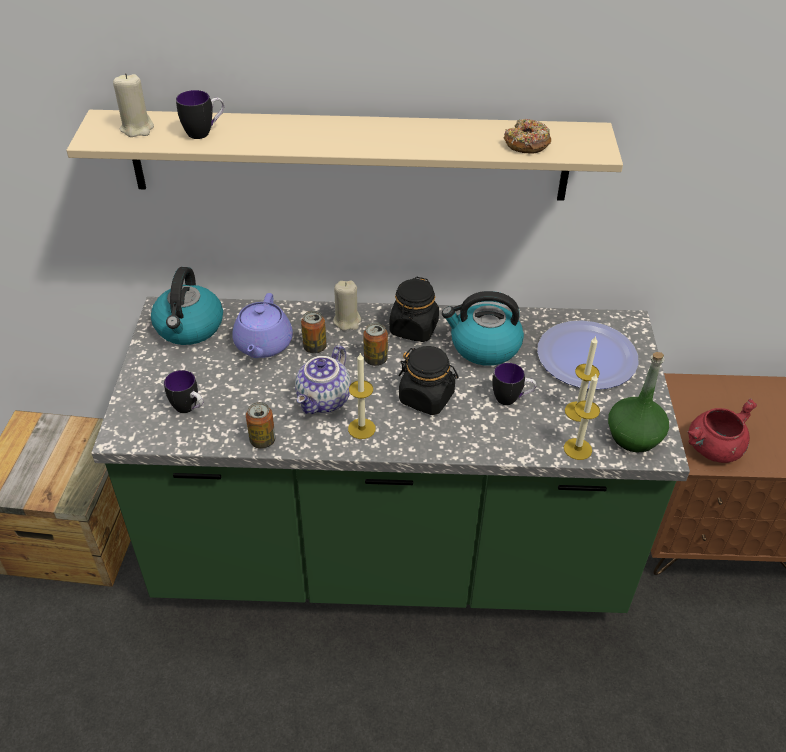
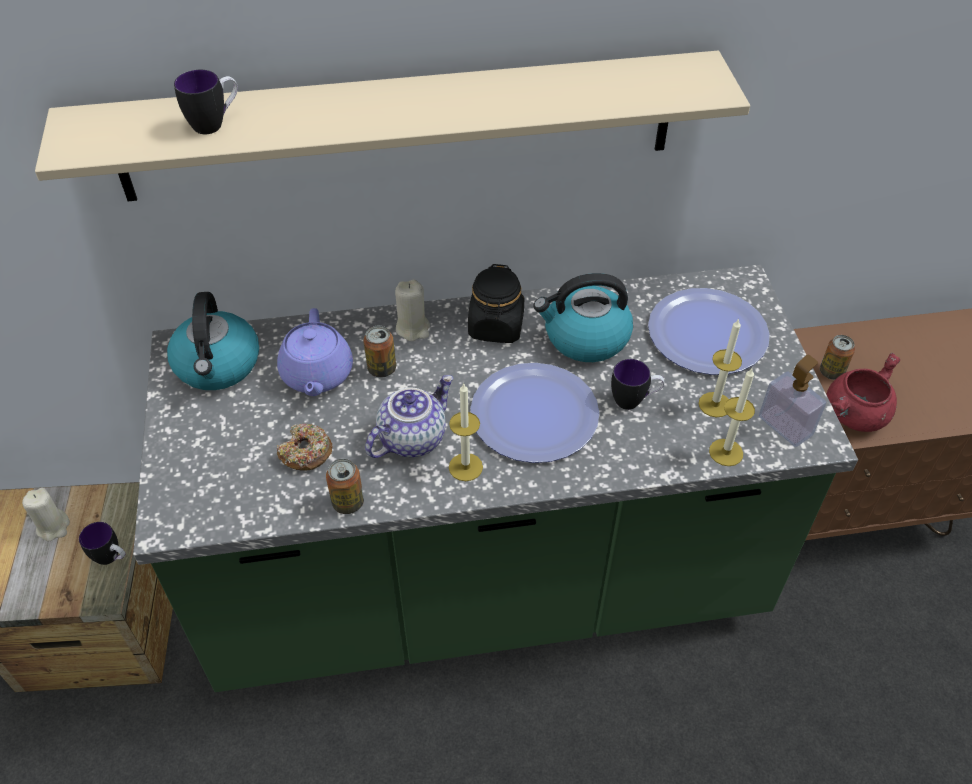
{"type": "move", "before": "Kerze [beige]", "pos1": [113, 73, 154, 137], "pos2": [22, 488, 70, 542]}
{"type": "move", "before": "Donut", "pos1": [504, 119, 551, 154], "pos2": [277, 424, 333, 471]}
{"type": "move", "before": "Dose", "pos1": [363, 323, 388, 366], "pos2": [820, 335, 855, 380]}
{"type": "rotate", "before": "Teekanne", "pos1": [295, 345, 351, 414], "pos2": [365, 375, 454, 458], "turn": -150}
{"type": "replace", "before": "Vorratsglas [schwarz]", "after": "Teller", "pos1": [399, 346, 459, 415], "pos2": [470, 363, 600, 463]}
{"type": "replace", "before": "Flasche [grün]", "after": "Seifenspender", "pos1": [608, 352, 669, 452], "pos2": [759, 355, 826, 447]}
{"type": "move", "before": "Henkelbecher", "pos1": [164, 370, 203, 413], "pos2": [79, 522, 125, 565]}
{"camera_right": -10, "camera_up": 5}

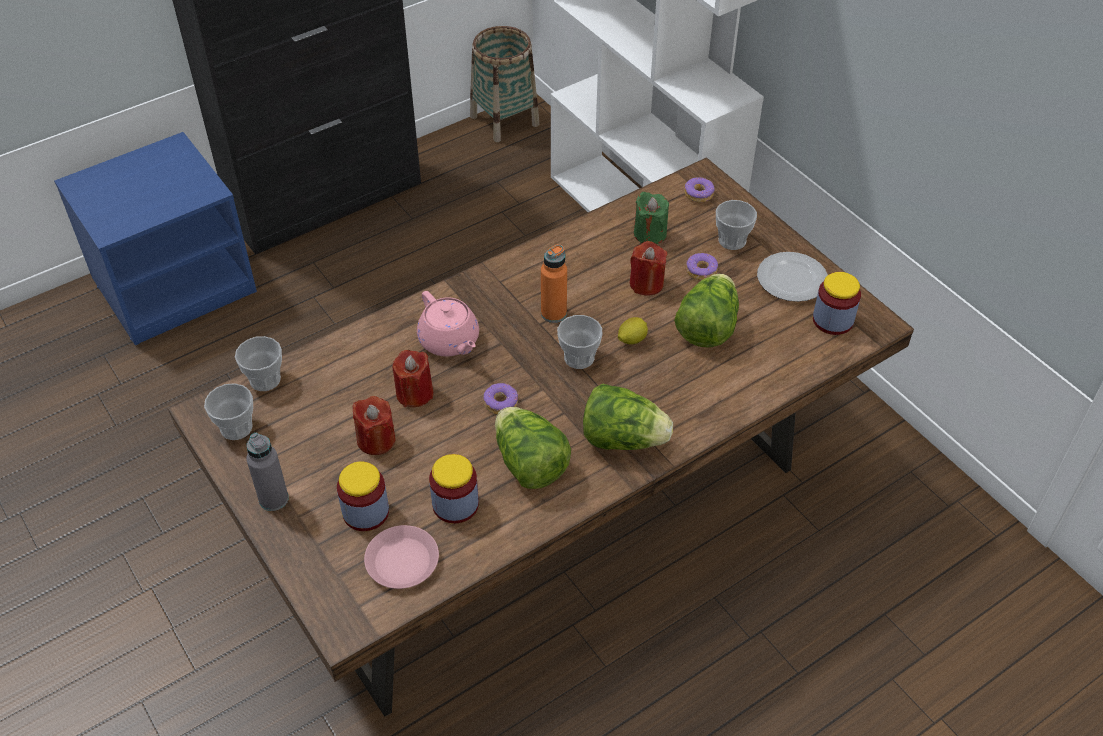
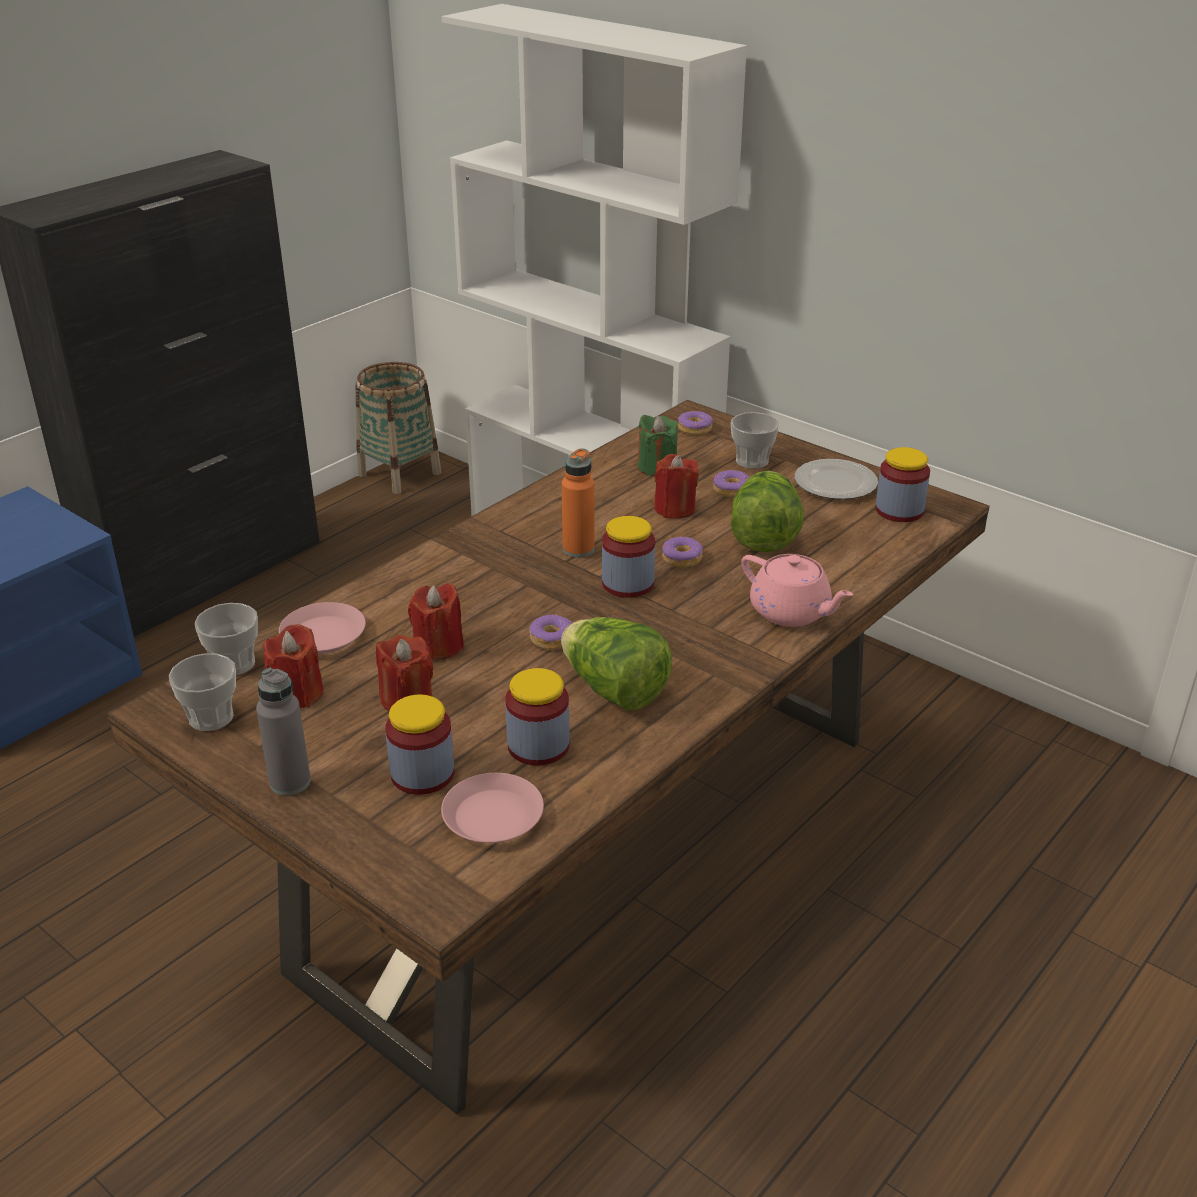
{"type": "move", "before": "Teekanne [rosa]", "pos1": [417, 291, 479, 357], "pos2": [741, 554, 854, 627]}
{"type": "replace", "before": "Tasse", "after": "Vorratsglas", "pos1": [557, 315, 603, 369], "pos2": [602, 516, 655, 598]}
{"type": "replace", "before": "Zitrone", "after": "Donut", "pos1": [618, 317, 648, 345], "pos2": [662, 537, 703, 568]}
{"type": "delete", "before": "Salatkopf", "pos1": [583, 383, 673, 450]}
{"type": "insert", "after": "Teller [rosa]", "pos2": [279, 602, 366, 654]}
{"type": "insert", "after": "Kerze [rot]", "pos2": [263, 624, 324, 708]}
{"camera_right": -15, "camera_up": -15}

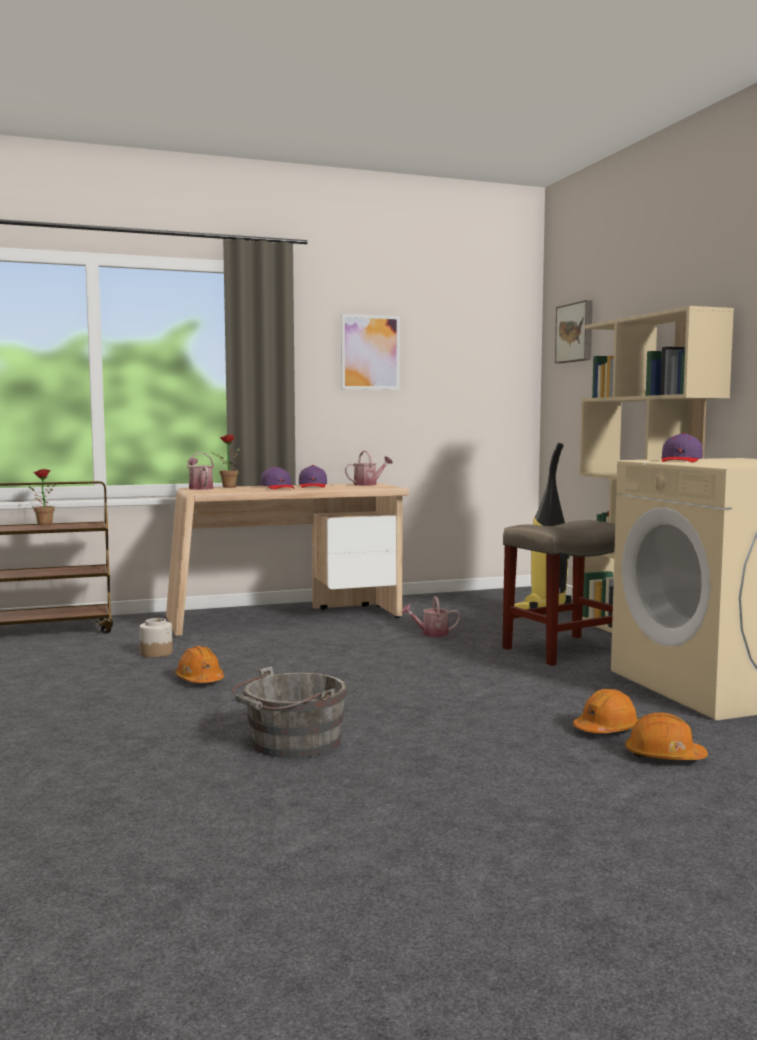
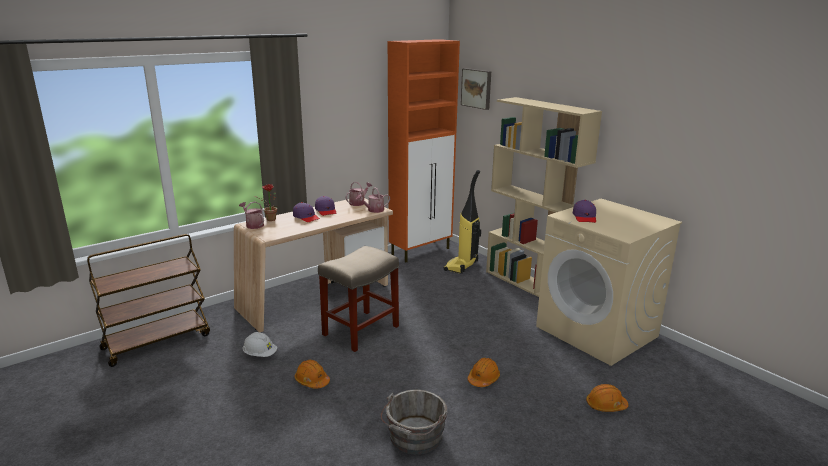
{"type": "delete", "before": "Bild", "pos1": [341, 314, 400, 390]}
{"type": "delete", "before": "Topfpflanze", "pos1": [29, 469, 57, 525]}
{"type": "move", "before": "Hocker [beige]", "pos1": [502, 520, 615, 666], "pos2": [318, 246, 399, 352]}
{"type": "move", "before": "Gießkanne", "pos1": [401, 596, 460, 637], "pos2": [356, 187, 390, 213]}
{"type": "replace", "before": "Vorratsglas", "after": "Schutzhelm [weiß]", "pos1": [140, 618, 173, 658], "pos2": [242, 332, 277, 357]}
{"type": "move", "before": "Schutzhelm [orange]", "pos1": [573, 689, 639, 733], "pos2": [468, 358, 500, 387]}
{"type": "insert", "after": "Schrank [orange]", "pos2": [388, 39, 460, 262]}
{"camera_right": -20, "camera_up": 15}

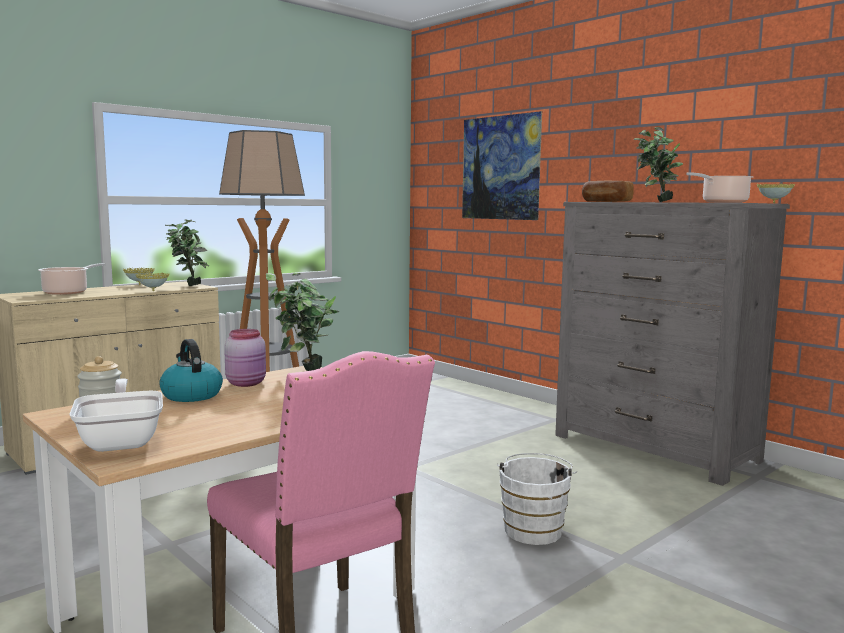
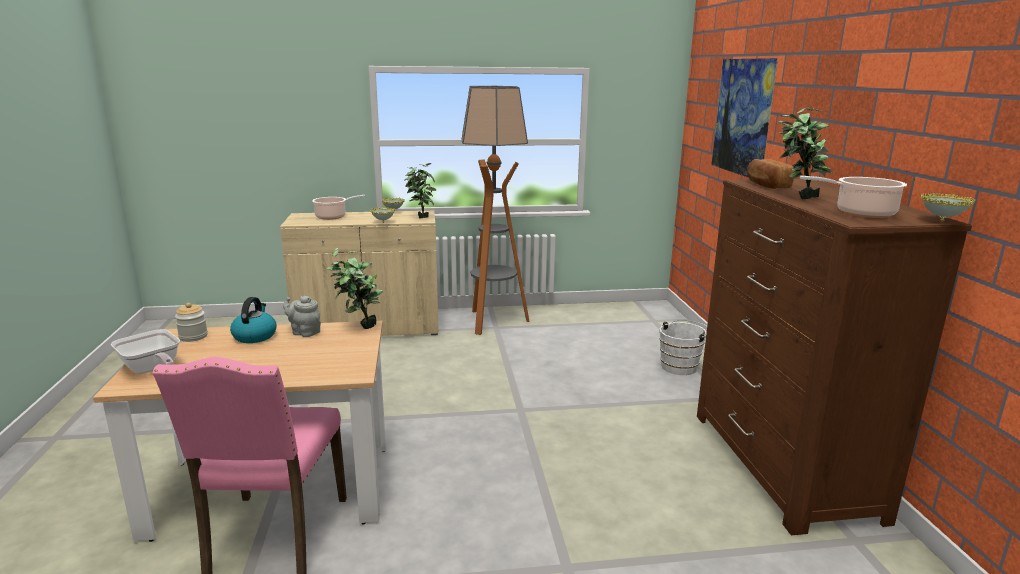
{"type": "recolor", "before": "Kommode [grau]", "after": "Kommode [braun]", "pos1": [555, 202, 790, 486], "pos2": [697, 179, 972, 535]}
{"type": "replace", "before": "Vorratsglas [rosa]", "after": "Teekanne [grau]", "pos1": [224, 329, 266, 387], "pos2": [283, 296, 321, 337]}
{"type": "rotate", "before": "Pfanne", "pos1": [69, 378, 163, 452], "pos2": [111, 329, 180, 374], "turn": 120}
{"type": "move", "before": "Eimer [weiß]", "pos1": [497, 453, 578, 545], "pos2": [659, 320, 707, 375]}
{"camera_right": 35, "camera_up": 10}

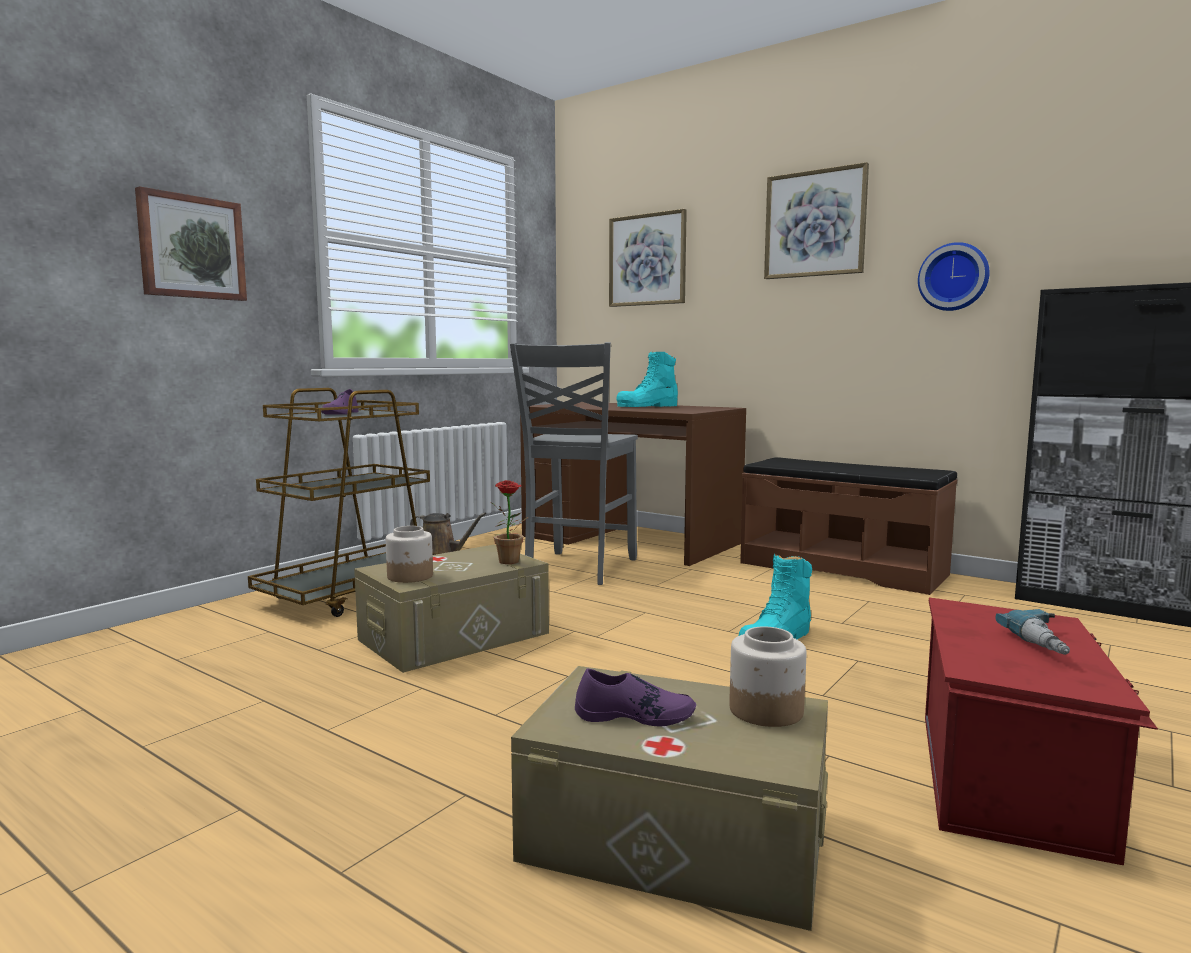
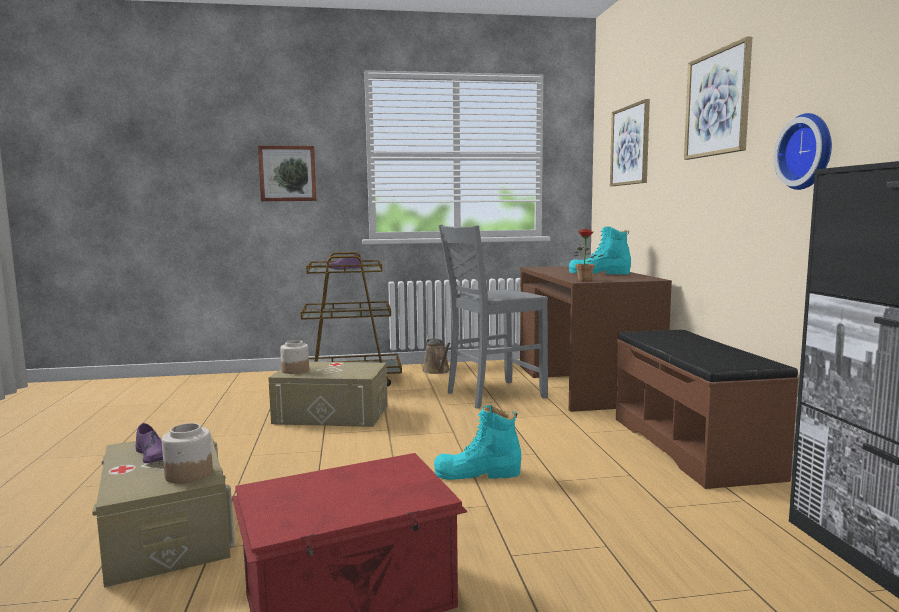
{"type": "move", "before": "Topfpflanze", "pos1": [492, 480, 529, 564], "pos2": [574, 229, 603, 282]}
{"type": "delete", "before": "Bohrmaschine", "pos1": [996, 609, 1070, 655]}
{"camera_right": 45, "camera_up": 0}

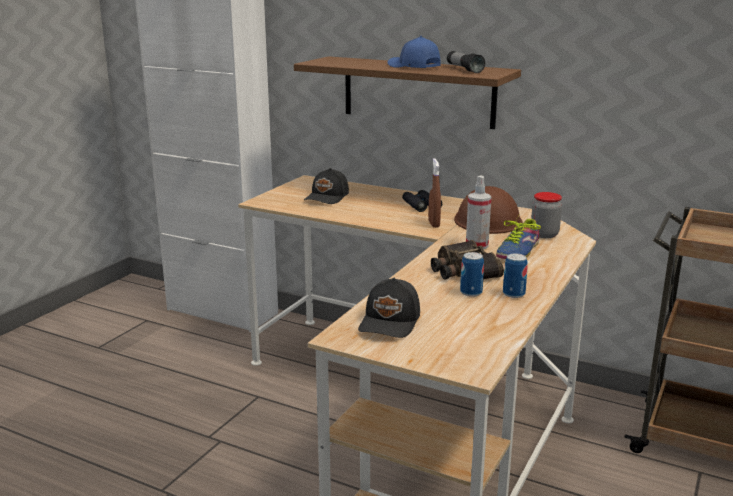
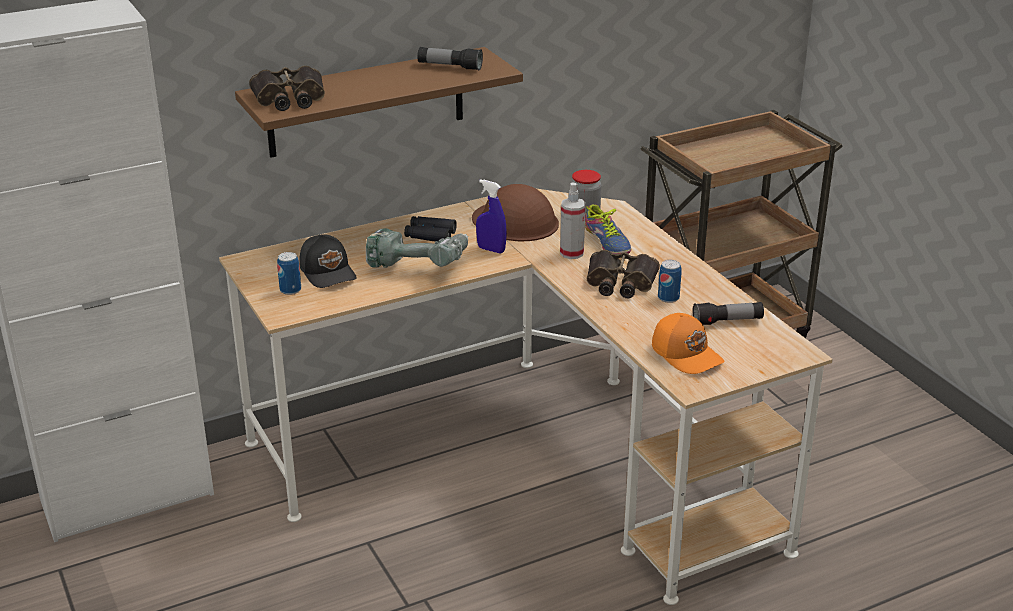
{"type": "delete", "before": "Kappe [blau]", "pos1": [387, 36, 441, 68]}
{"type": "recolor", "before": "Sprühflasche [braun]", "after": "Sprühflasche [blau]", "pos1": [428, 158, 441, 228], "pos2": [476, 179, 507, 253]}
{"type": "move", "before": "Dose", "pos1": [503, 253, 528, 298], "pos2": [277, 252, 301, 295]}
{"type": "recolor", "before": "Kappe [schwarz]", "after": "Kappe [orange]", "pos1": [358, 278, 420, 338], "pos2": [652, 313, 725, 374]}
{"type": "insert", "after": "Fernglas", "pos2": [249, 66, 325, 111]}
{"type": "insert", "after": "Bohrmaschine", "pos2": [366, 228, 468, 268]}
{"type": "insert", "after": "Taschenlampe", "pos2": [693, 302, 764, 325]}
{"camera_right": -55, "camera_up": 10}

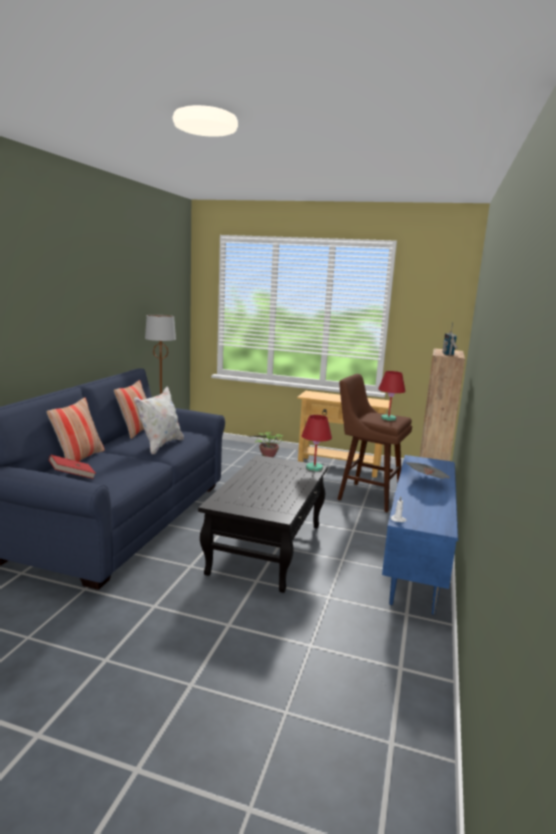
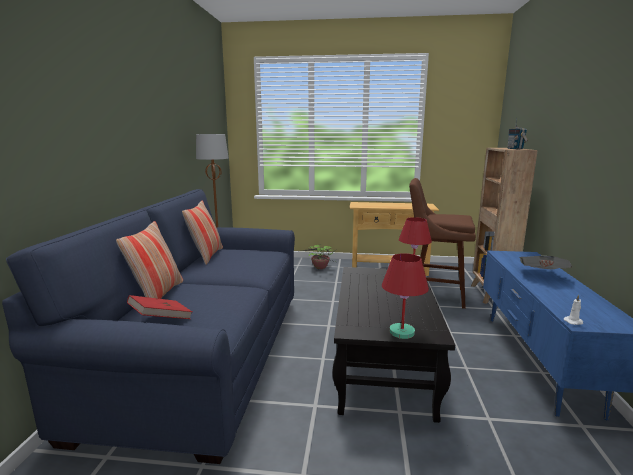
{"type": "move", "before": "Tischlampe [rot]", "pos1": [378, 371, 406, 421], "pos2": [382, 253, 429, 339]}
{"type": "delete", "before": "Kissen [weiß]", "pos1": [134, 386, 184, 454]}
{"camera_right": -10, "camera_up": 0}

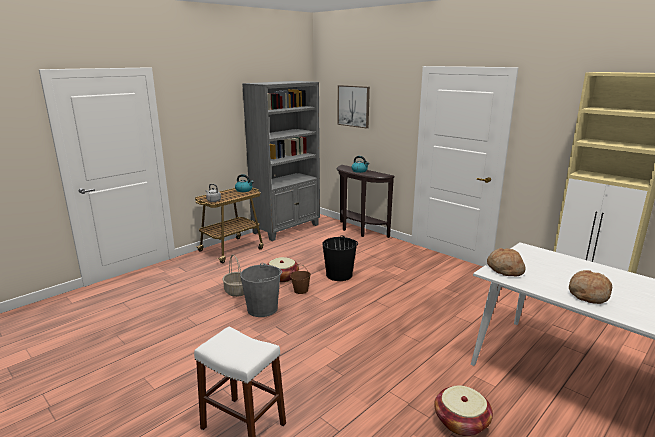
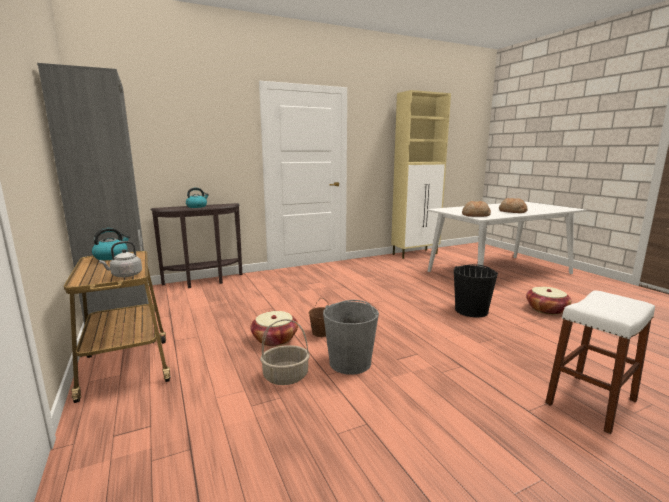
{"type": "delete", "before": "Bild", "pos1": [338, 85, 370, 128]}
{"type": "move", "before": "Eimer [schwarz]", "pos1": [322, 235, 358, 281], "pos2": [454, 264, 498, 318]}
{"camera_right": -70, "camera_up": -5}

